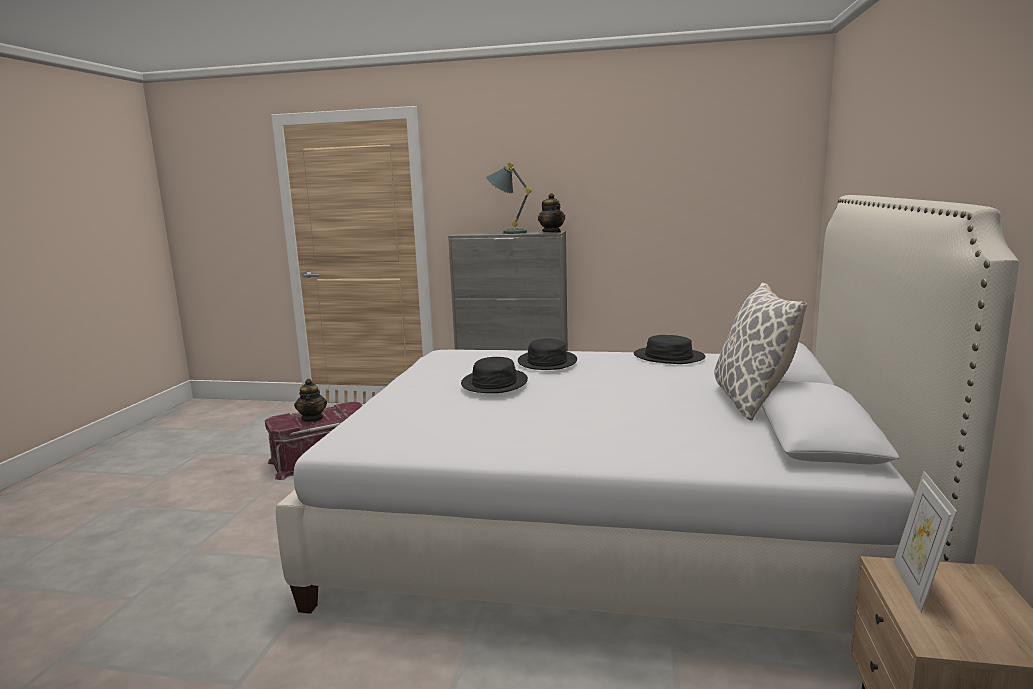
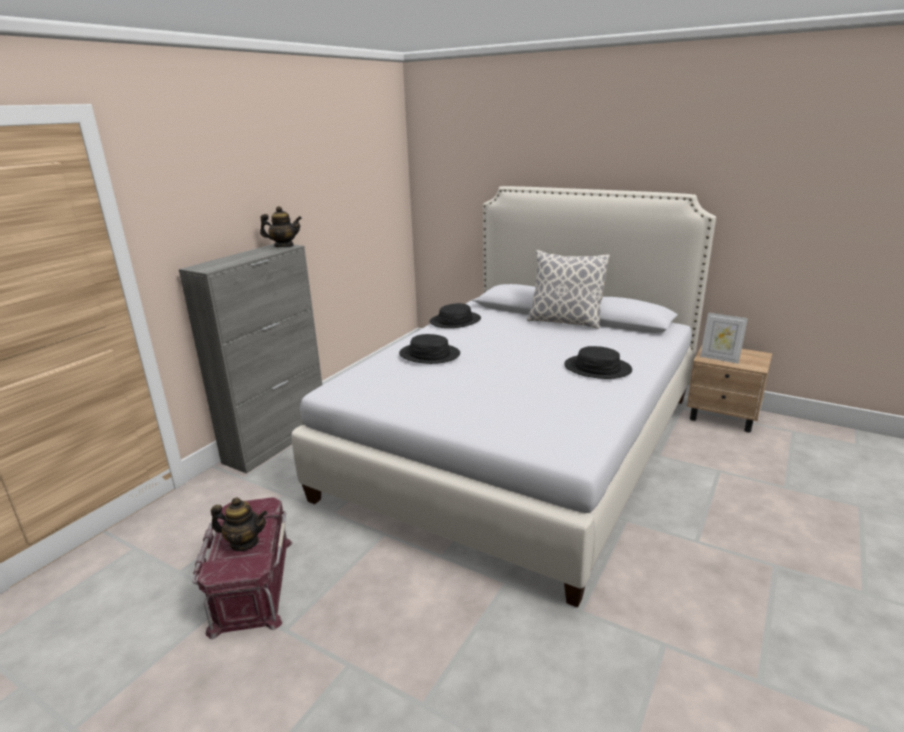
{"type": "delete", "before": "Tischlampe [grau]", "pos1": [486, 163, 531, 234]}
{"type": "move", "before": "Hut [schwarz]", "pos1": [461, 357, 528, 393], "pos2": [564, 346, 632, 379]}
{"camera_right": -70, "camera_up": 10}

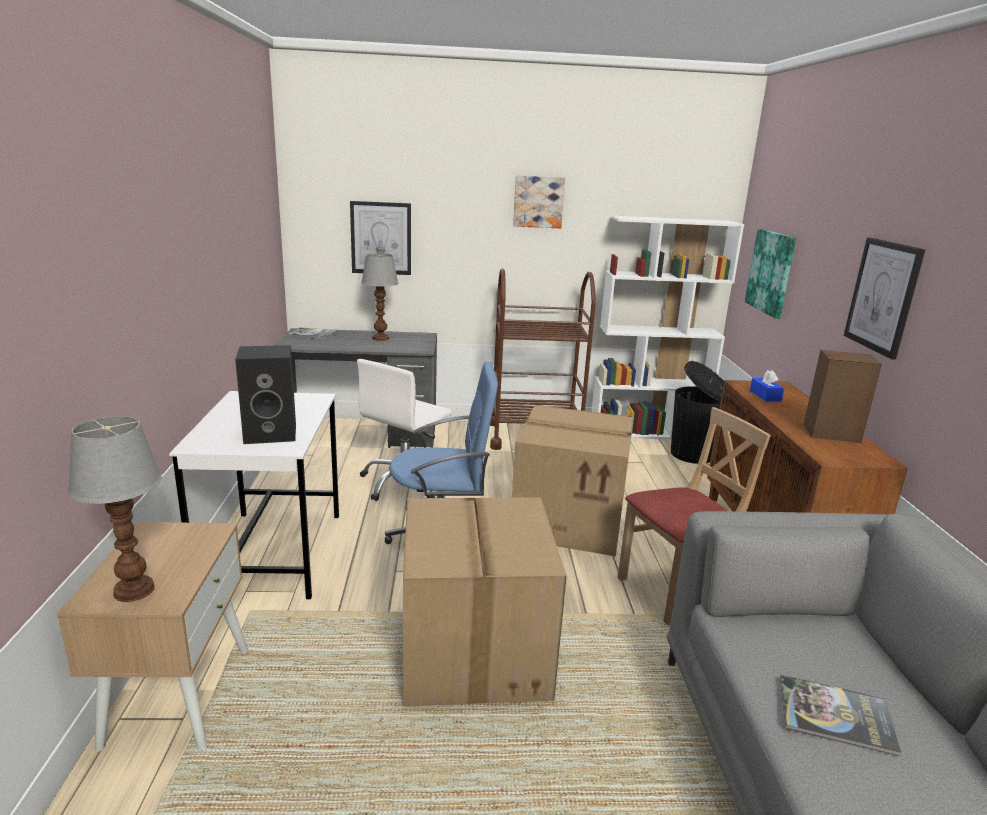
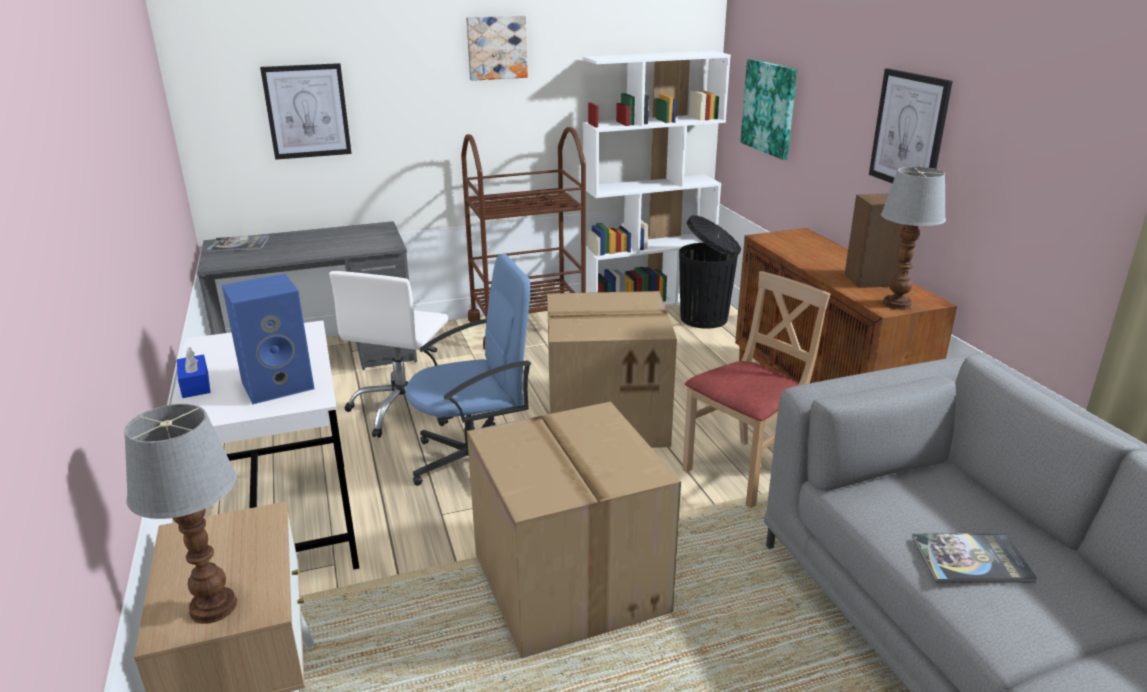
{"type": "move", "before": "Tischlampe", "pos1": [361, 253, 399, 341], "pos2": [881, 166, 946, 310]}
{"type": "recolor", "before": "Lautsprecher [schwarz]", "after": "Lautsprecher [blau]", "pos1": [235, 345, 296, 444], "pos2": [222, 273, 314, 404]}
{"type": "move", "before": "Taschentuchbox [blau]", "pos1": [750, 370, 784, 402], "pos2": [177, 347, 210, 398]}
{"camera_right": -15, "camera_up": 5}

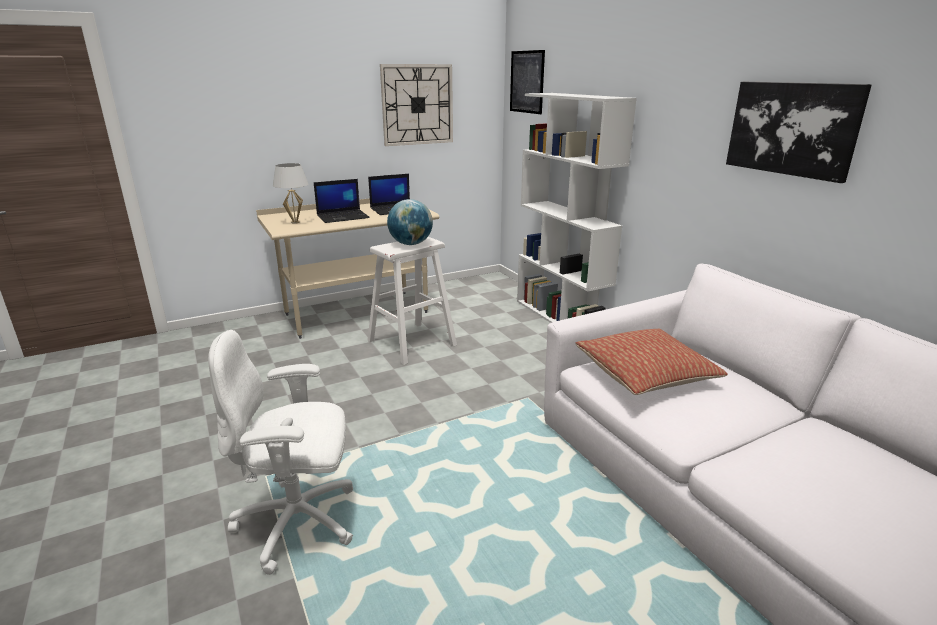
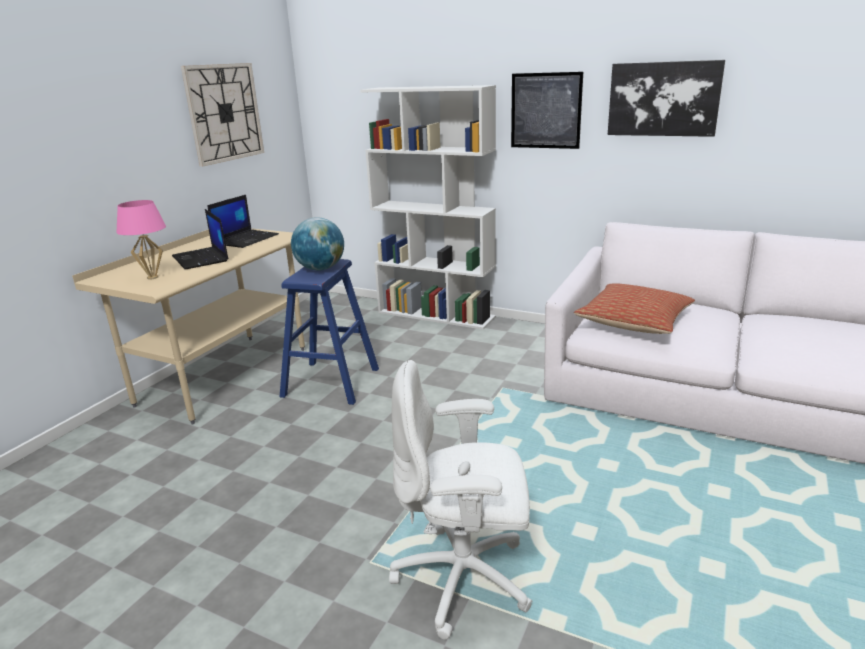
{"type": "move", "before": "Bild", "pos1": [510, 50, 545, 114], "pos2": [511, 72, 583, 149]}
{"type": "recolor", "before": "Tischlampe [weiß]", "after": "Tischlampe [rosa]", "pos1": [273, 163, 308, 224], "pos2": [116, 200, 166, 279]}
{"type": "rotate", "before": "Laptop", "pos1": [314, 179, 370, 223], "pos2": [172, 209, 229, 269], "turn": 120}
{"type": "recolor", "before": "Hocker [weiß]", "after": "Hocker [blau]", "pos1": [367, 237, 457, 365], "pos2": [280, 259, 379, 405]}
{"type": "rotate", "before": "Bürostuhl [weiß]", "pos1": [208, 330, 353, 575], "pos2": [389, 360, 532, 639], "turn": 45}
{"camera_right": -35, "camera_up": 0}

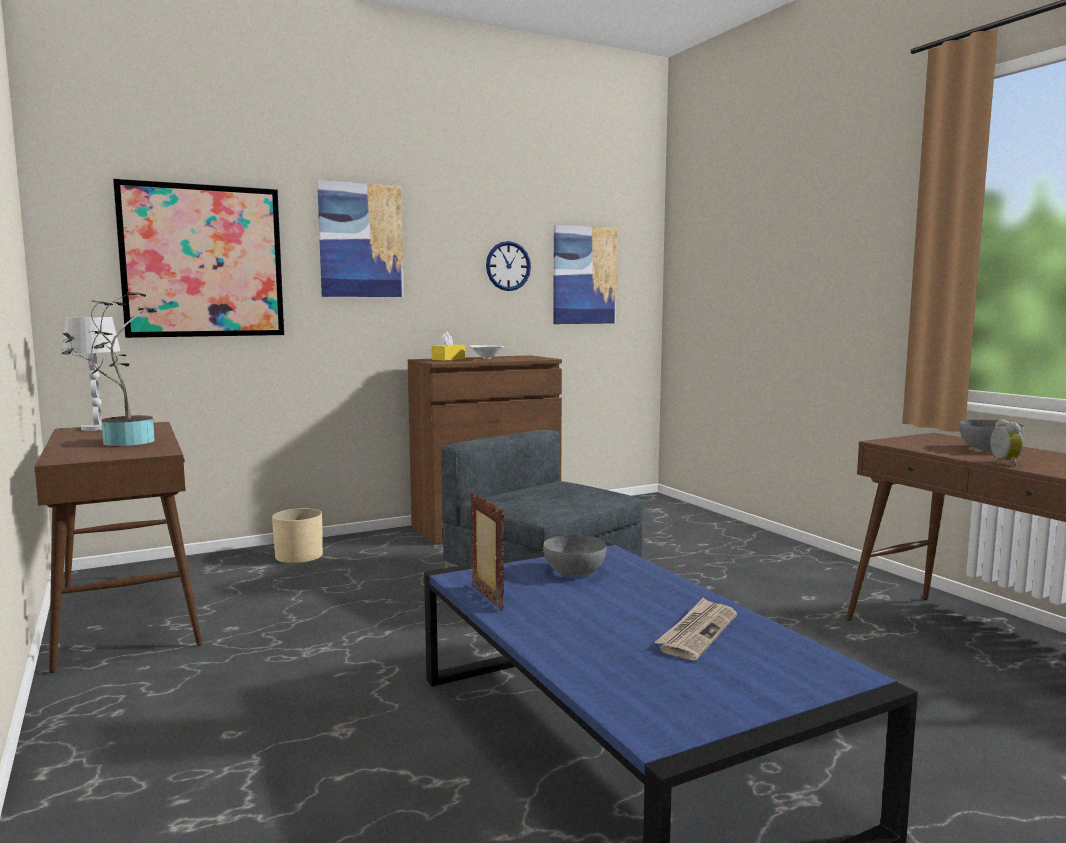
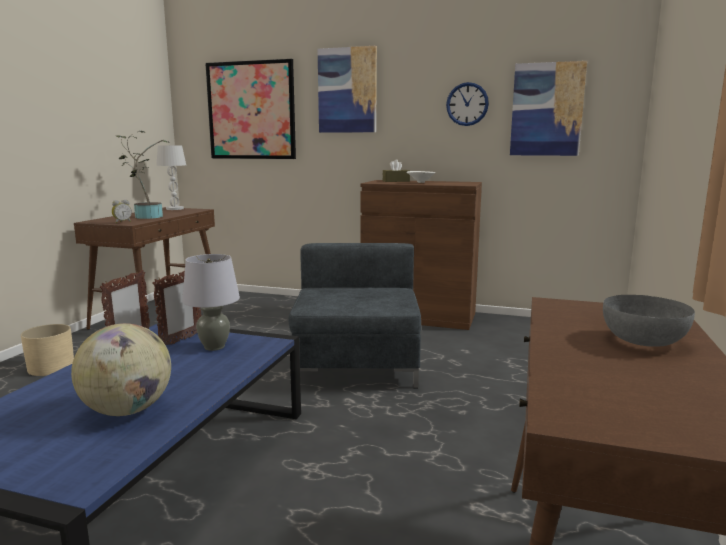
{"type": "recolor", "before": "Taschentuchbox [gelb]", "after": "Taschentuchbox [braun]", "pos1": [431, 332, 465, 361], "pos2": [383, 159, 410, 182]}
{"type": "move", "before": "Wecker", "pos1": [990, 419, 1023, 466], "pos2": [112, 200, 132, 223]}
{"type": "move", "before": "Pflanzkübel [beige]", "pos1": [272, 508, 323, 563], "pos2": [21, 324, 74, 376]}
{"type": "replace", "before": "Schüssel [grau]", "after": "Tischlampe [grau]", "pos1": [543, 535, 606, 576], "pos2": [182, 254, 240, 351]}
{"type": "replace", "before": "Zeitung", "after": "Globus", "pos1": [654, 597, 737, 660], "pos2": [71, 323, 171, 416]}
{"type": "insert", "after": "Bilderrahmen", "pos2": [152, 271, 202, 345]}
{"camera_right": 45, "camera_up": 5}

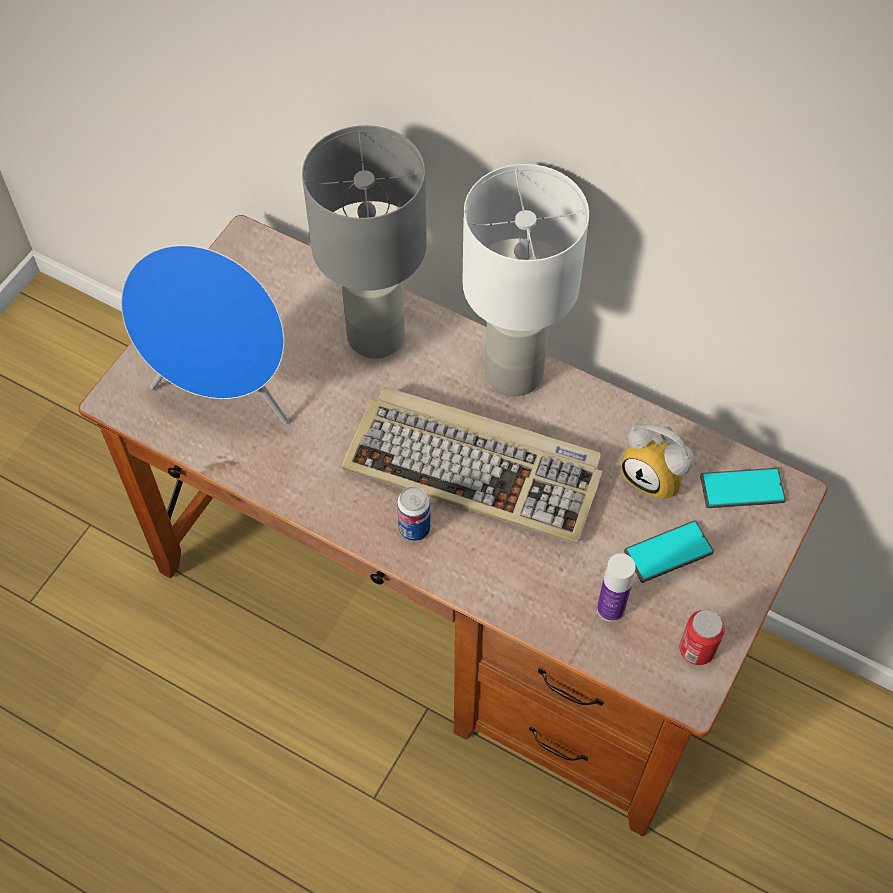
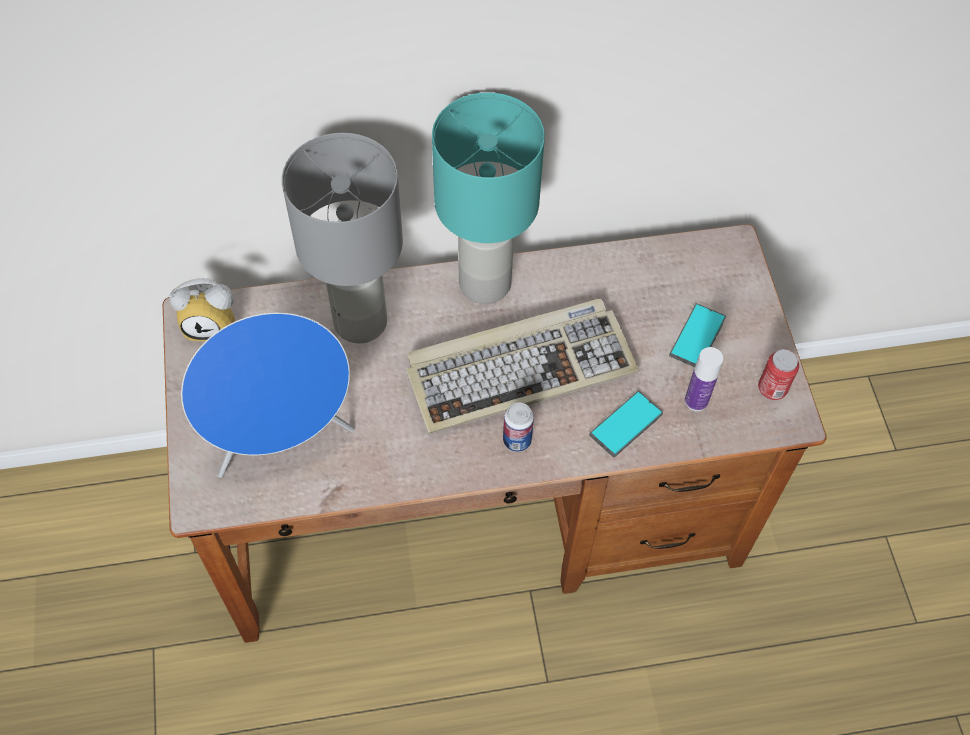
{"type": "recolor", "before": "Tischlampe [weiß]", "after": "Tischlampe [türkis]", "pos1": [463, 164, 589, 396], "pos2": [432, 92, 545, 304]}
{"type": "move", "before": "Wecker", "pos1": [621, 424, 694, 500], "pos2": [169, 278, 235, 341]}
{"type": "move", "before": "Handy", "pos1": [700, 468, 786, 508], "pos2": [589, 391, 663, 457]}
{"camera_right": -40, "camera_up": 0}

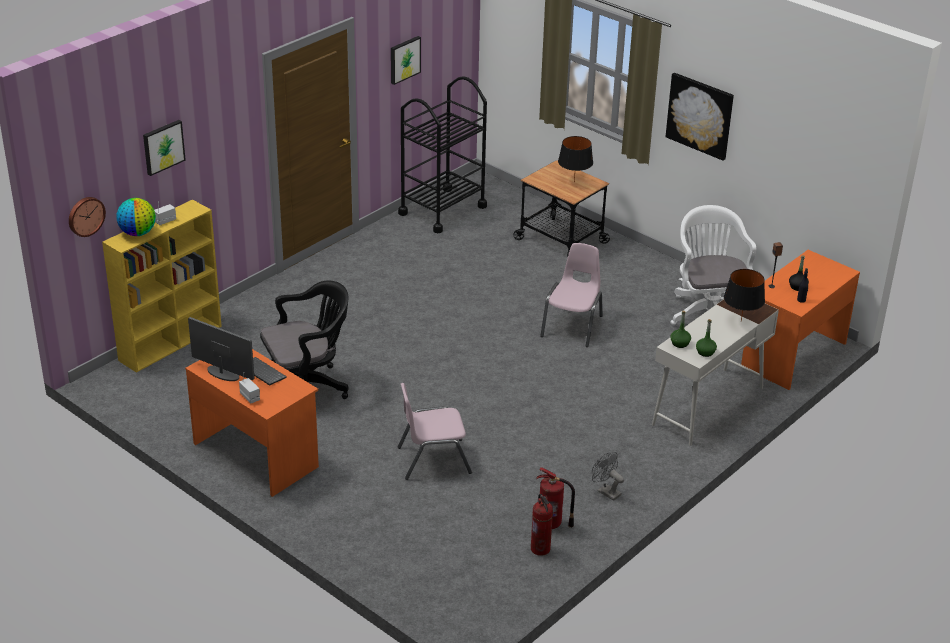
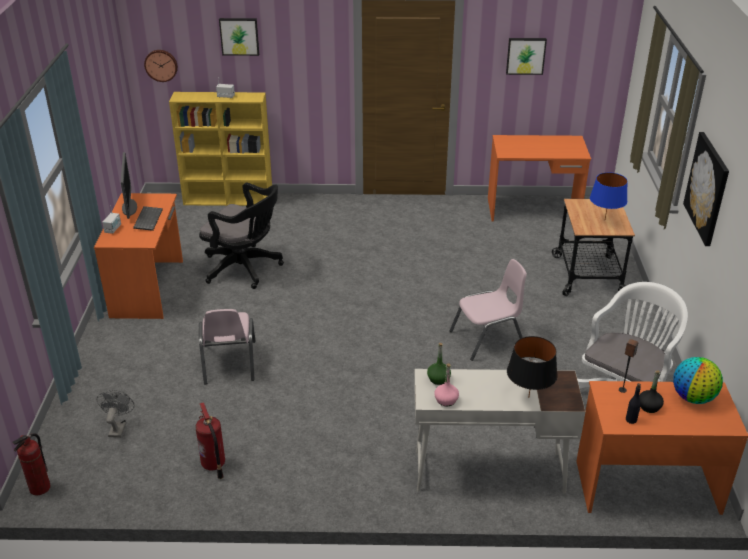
{"type": "replace", "before": "Rollwagen [schwarz]", "after": "Schreibtisch [orange]", "pos1": [398, 76, 487, 233], "pos2": [488, 135, 591, 221]}
{"type": "recolor", "before": "Tischlampe [schwarz]", "after": "Tischlampe [blau]", "pos1": [558, 136, 593, 182], "pos2": [590, 172, 628, 219]}
{"type": "move", "before": "Globus", "pos1": [116, 198, 156, 236], "pos2": [673, 357, 723, 404]}
{"type": "recolor", "before": "Flasche [grün]", "after": "Flasche [rosa]", "pos1": [696, 319, 717, 357], "pos2": [434, 363, 459, 407]}
{"type": "rotate", "before": "Stuhl [rosa]", "pos1": [398, 383, 472, 480], "pos2": [199, 309, 256, 385], "turn": -135}
{"type": "move", "before": "Ventilator [grau]", "pos1": [592, 452, 624, 501], "pos2": [97, 390, 134, 438]}
{"type": "move", "before": "Feuerlöscher", "pos1": [531, 494, 553, 556], "pos2": [12, 433, 51, 495]}
{"camera_right": 50, "camera_up": 0}

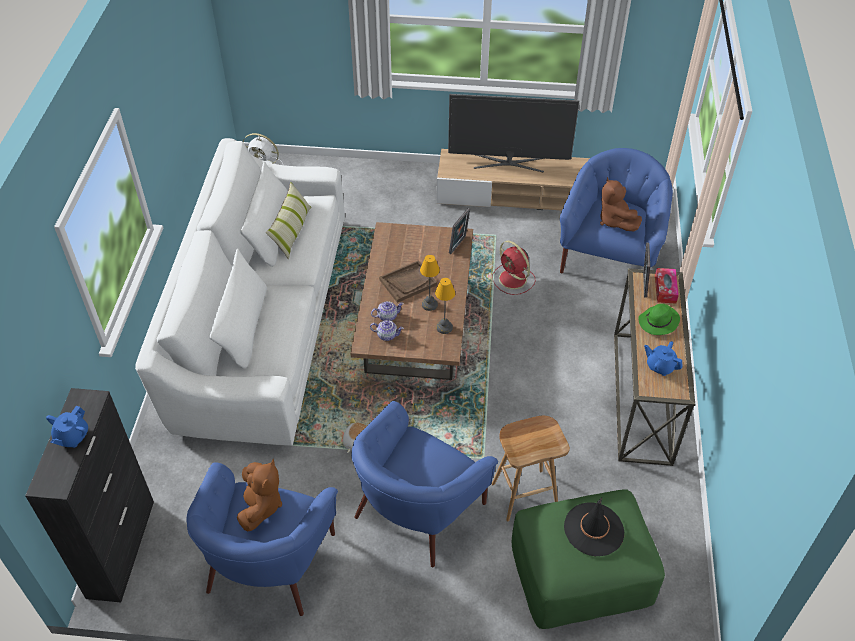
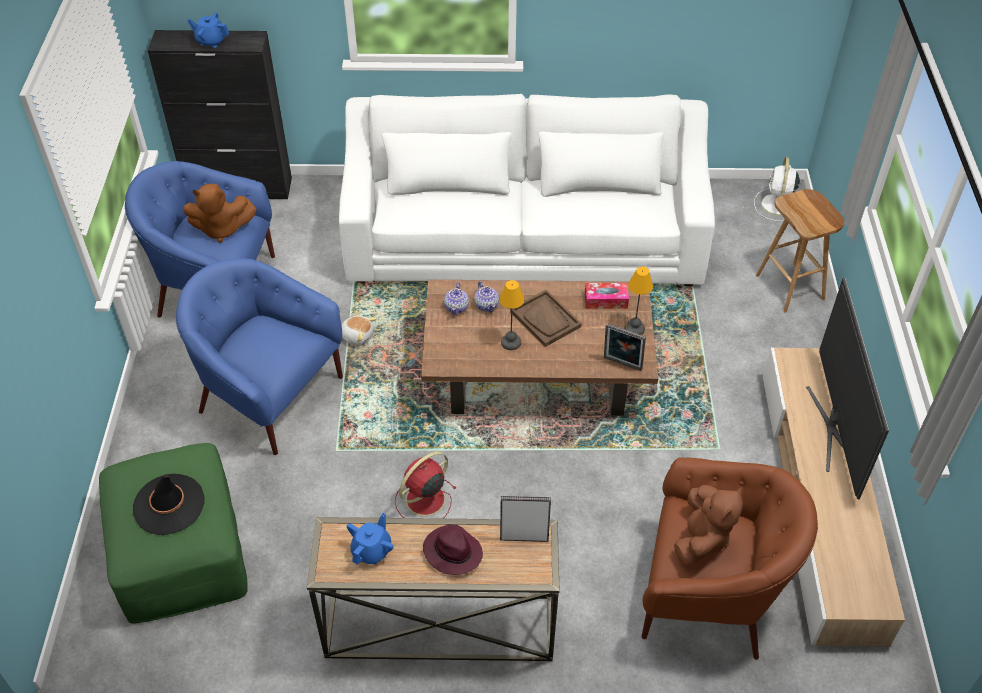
{"type": "recolor", "before": "Sessel [blau]", "after": "Sessel [braun]", "pos1": [560, 148, 673, 273], "pos2": [641, 457, 818, 660]}
{"type": "rotate", "before": "Plüschtier [braun]", "pos1": [600, 177, 642, 231], "pos2": [674, 485, 743, 565], "turn": 135}
{"type": "delete", "before": "Kissen", "pos1": [266, 182, 311, 259]}
{"type": "move", "before": "Ventilator [rot]", "pos1": [492, 241, 536, 295], "pos2": [395, 452, 457, 519]}
{"type": "move", "before": "Taschentuchbox", "pos1": [655, 268, 679, 304], "pos2": [585, 283, 629, 309]}
{"type": "move", "before": "Tischlampe", "pos1": [435, 278, 455, 334], "pos2": [625, 267, 653, 335]}
{"type": "recolor", "before": "Hut [grün]", "after": "Hut [lila]", "pos1": [638, 304, 680, 335], "pos2": [423, 524, 483, 575]}
{"type": "move", "before": "Hocker [braun]", "pos1": [492, 416, 570, 521], "pos2": [756, 189, 844, 313]}
{"camera_right": 85, "camera_up": 0}

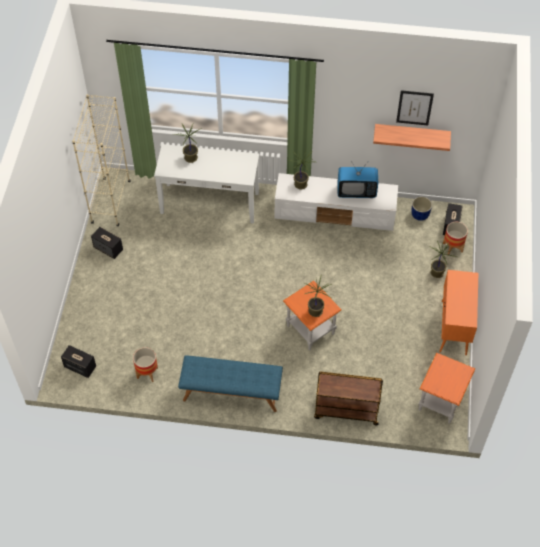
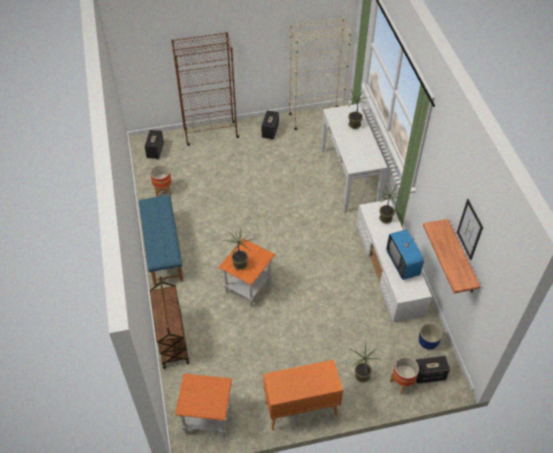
{"type": "insert", "after": "Bücherregal [braun]", "pos2": [171, 32, 239, 146]}
{"camera_right": 70, "camera_up": -5}

